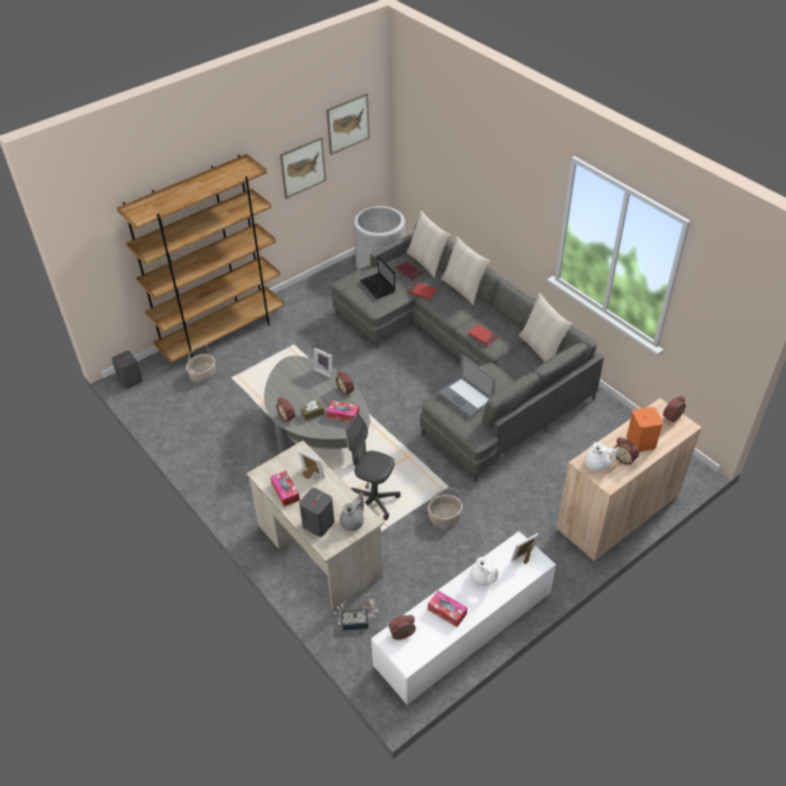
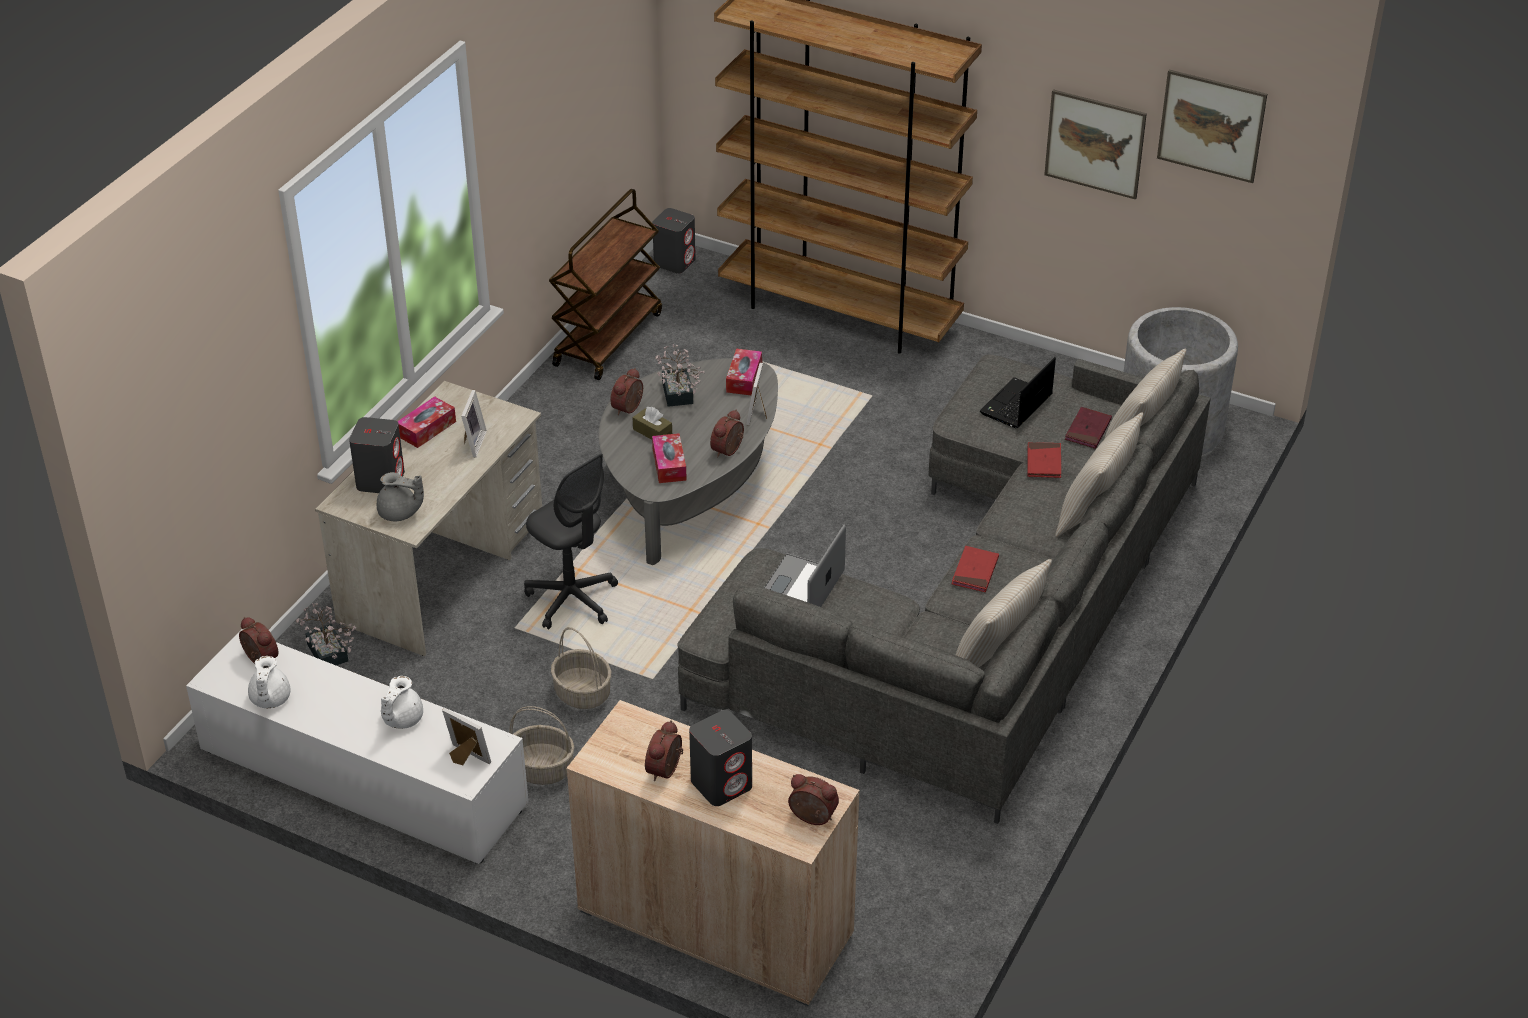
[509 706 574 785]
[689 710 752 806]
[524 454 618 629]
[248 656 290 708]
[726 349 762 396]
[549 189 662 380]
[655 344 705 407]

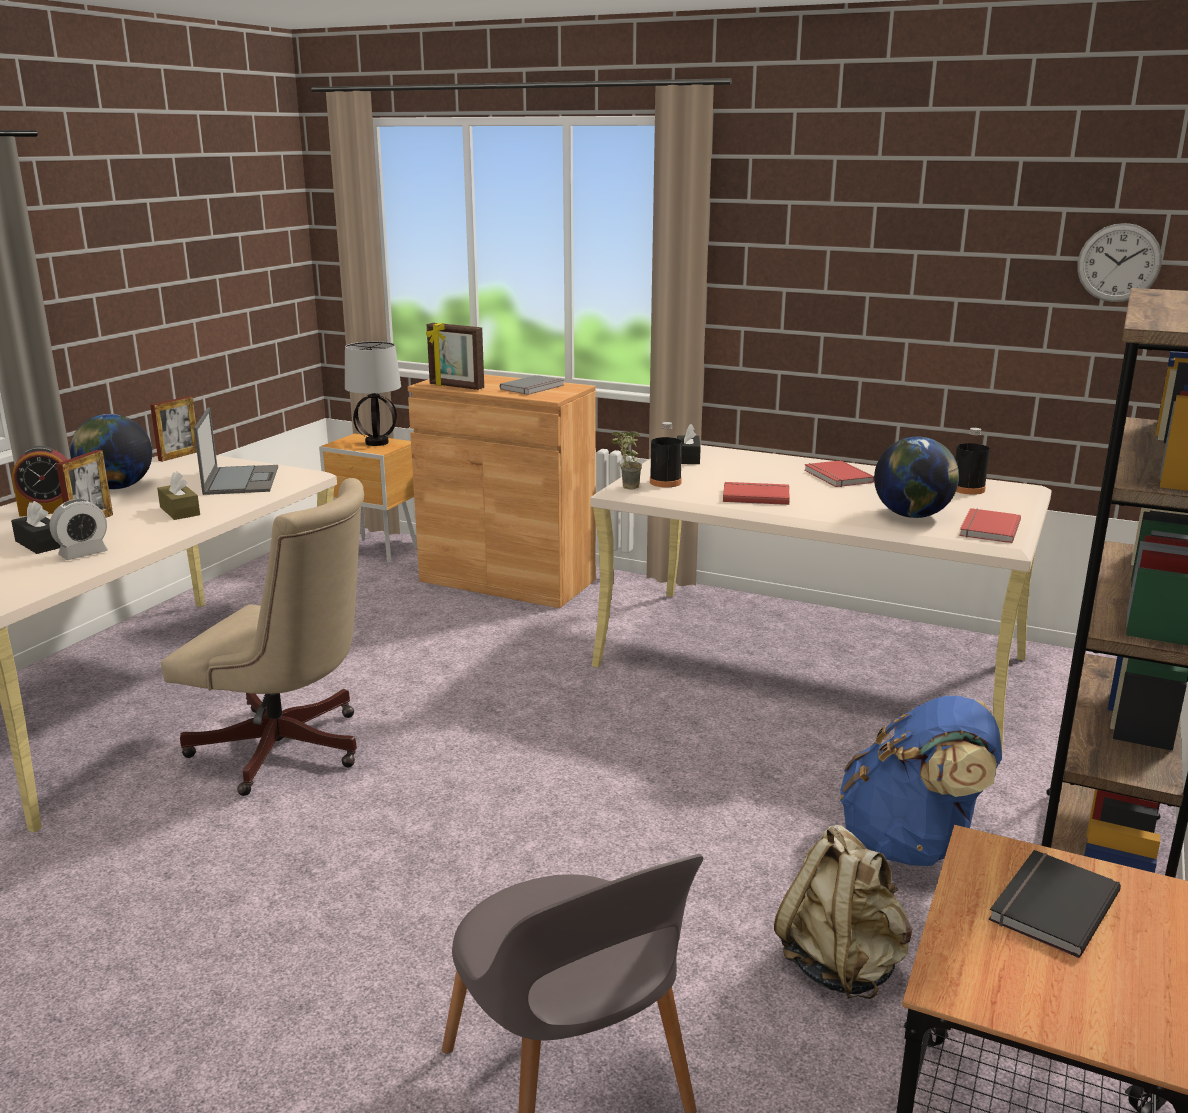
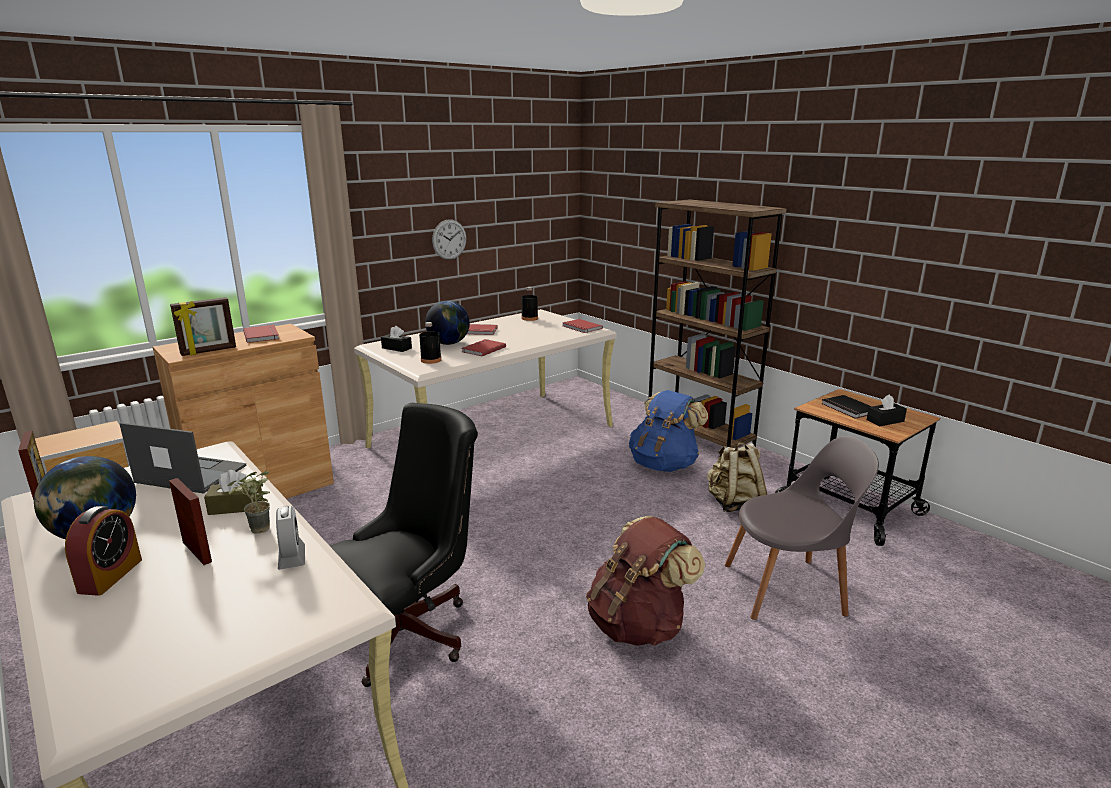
[432 219 466 260]
[345 341 401 446] (first image)
[243 325 279 343]
[228 471 270 534]
[425 301 470 345]
[330 403 478 687]
[867 394 907 426]
[586 516 705 646]

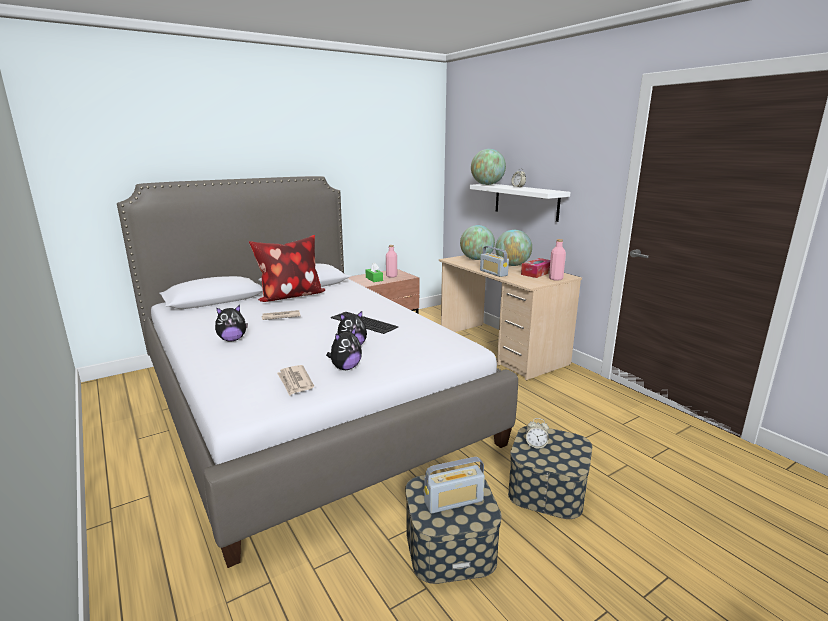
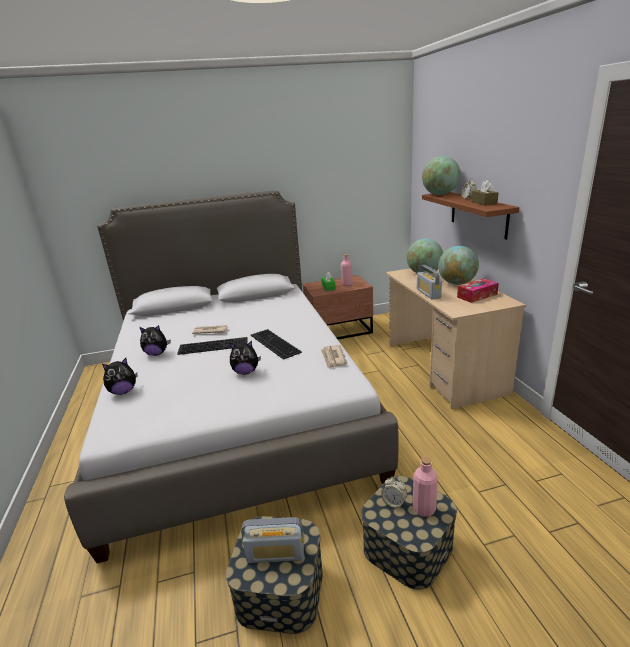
[422 192 519 240]
[249 235 325 302] (first image)
[413 457 438 517]
[102 358 137 395]
[321 345 347 369]
[471 180 498 206]
[177 337 248 355]

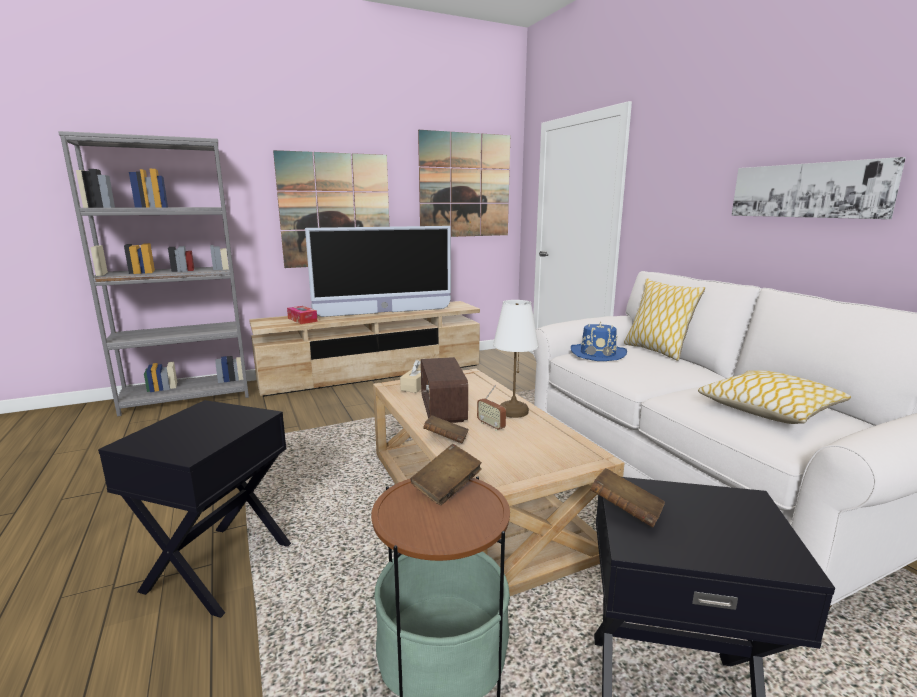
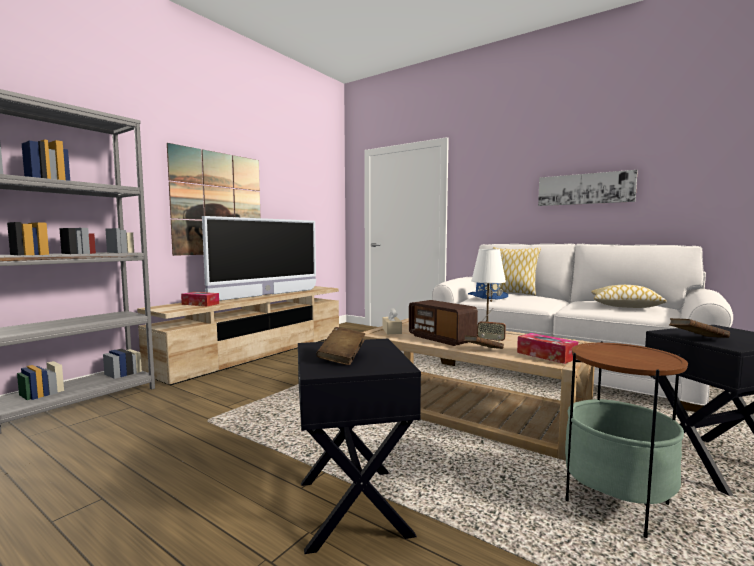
[418 130 510 237] (first image)
[316 327 366 365]
[517 333 578 364]

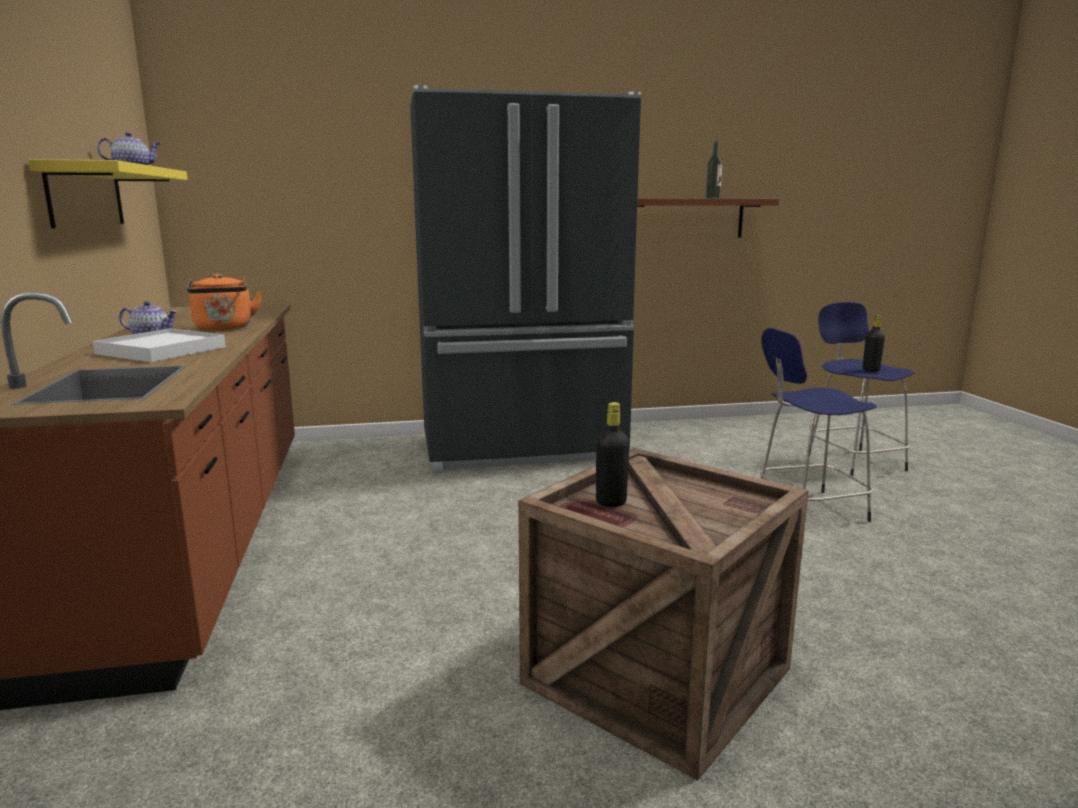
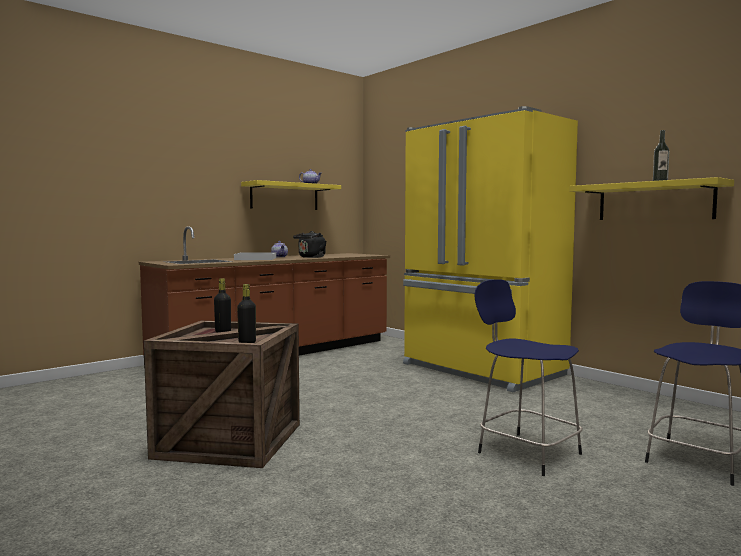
[403 106 578 392]
[569 177 734 220]
[293 231 326 258]
[237 284 256 343]

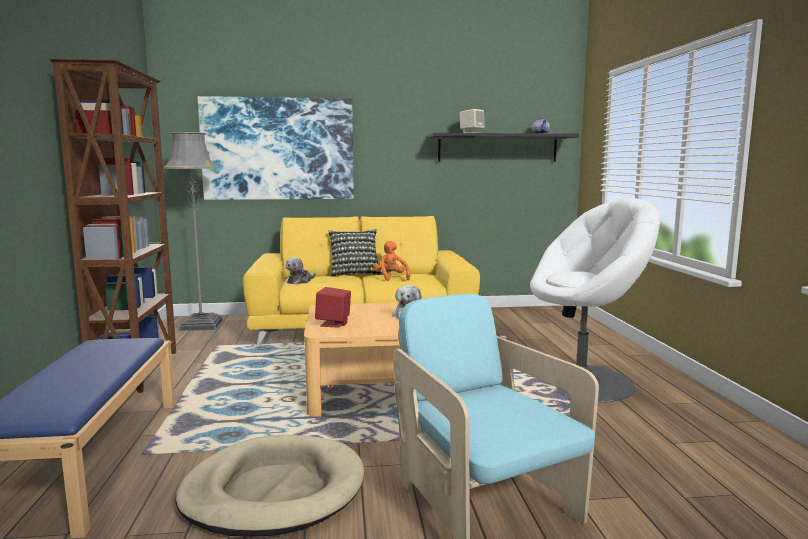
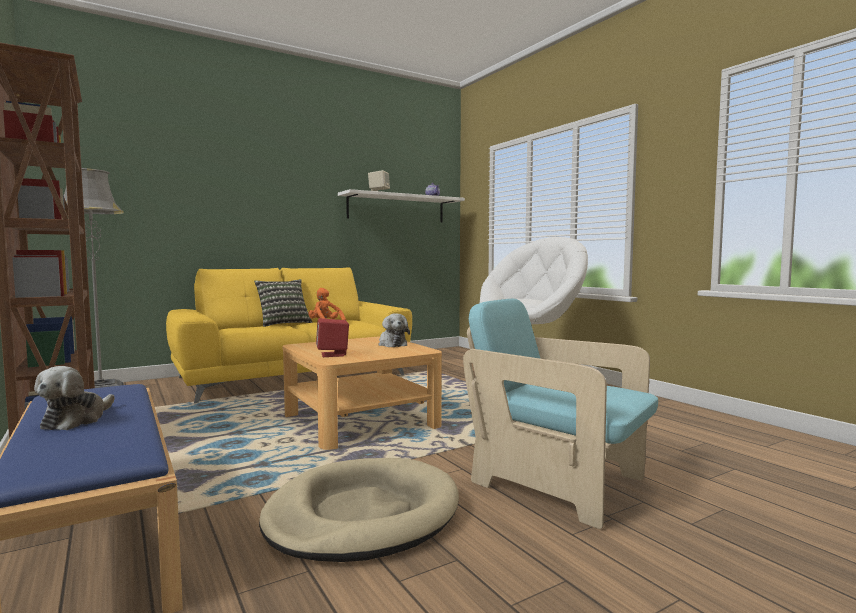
[198 96 354 200] (first image)
[338 189 465 222]
[34 366 115 430]

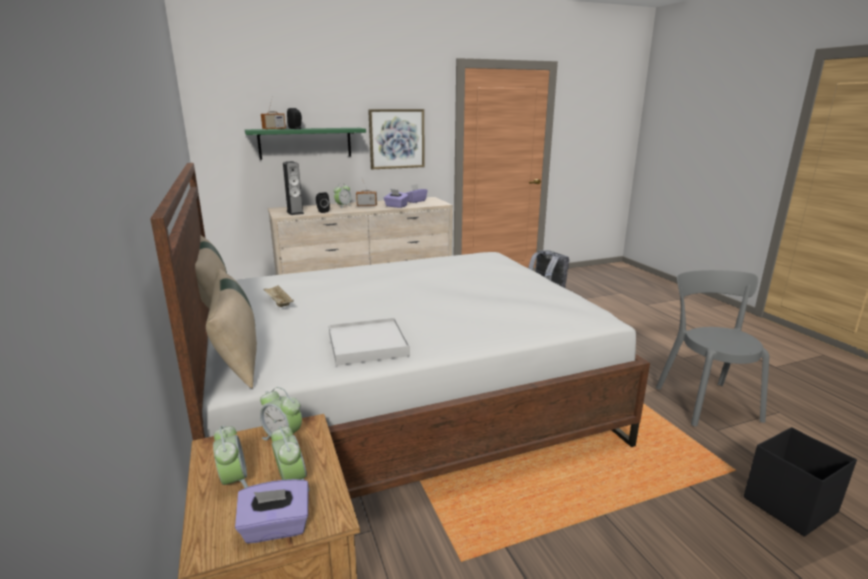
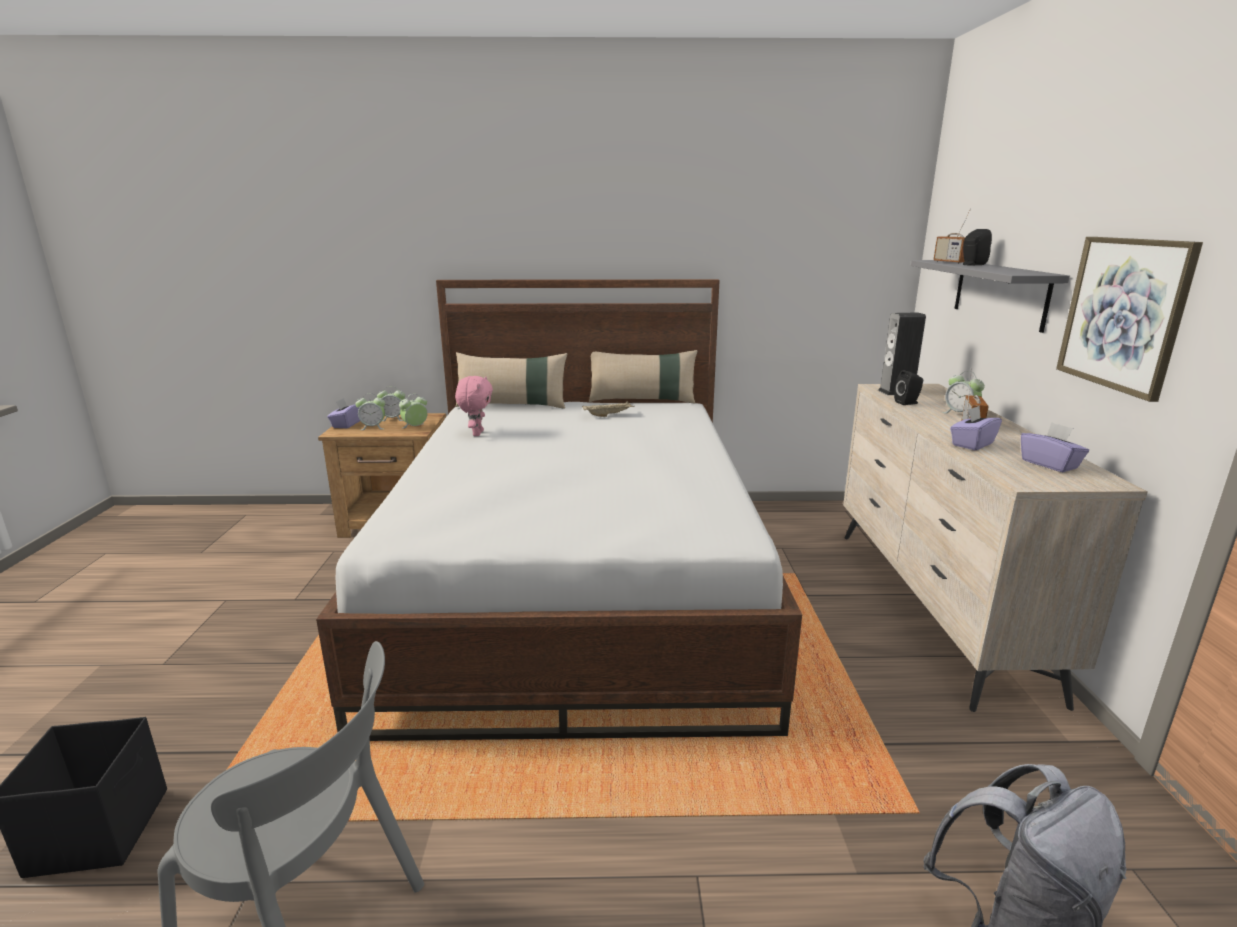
[911 260 1070 333]
[455 376 493 436]

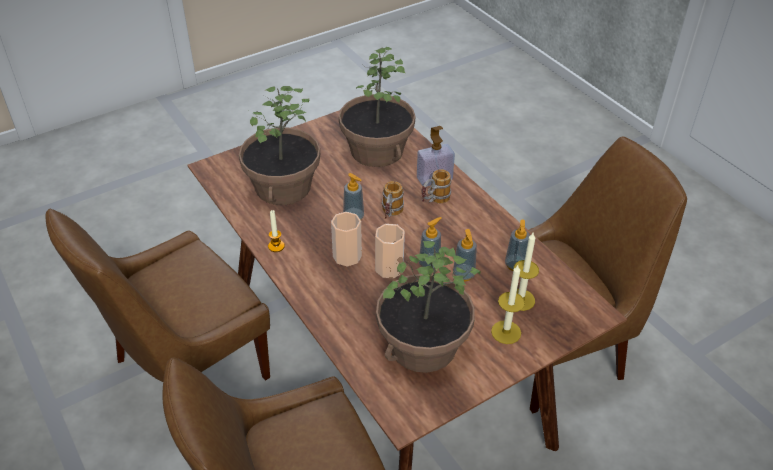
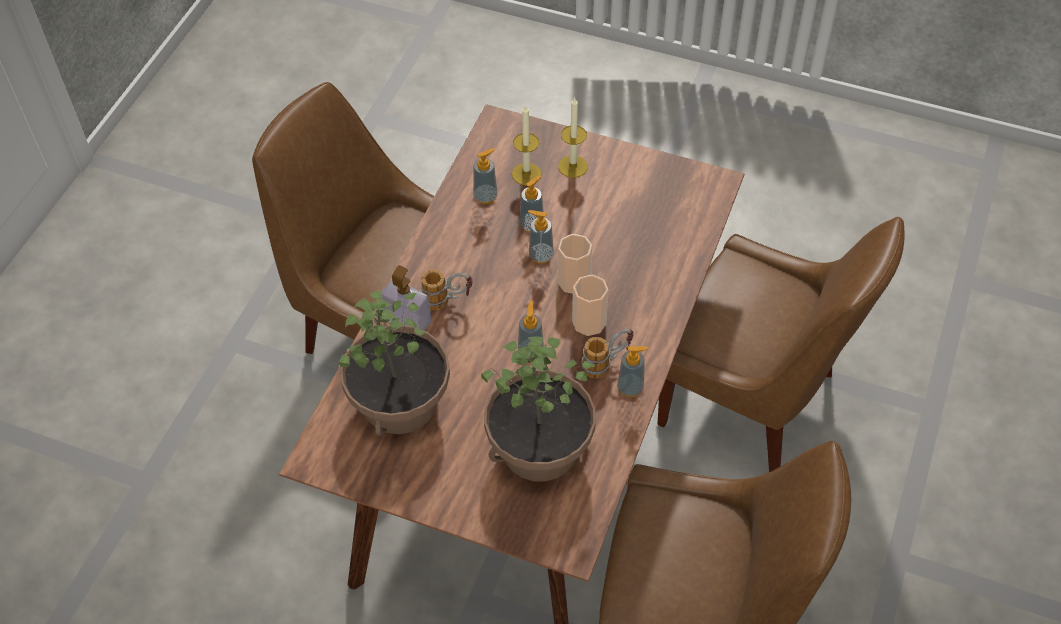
[582 329 633 378]
[617 346 649 397]
[376 241 481 373] (first image)

